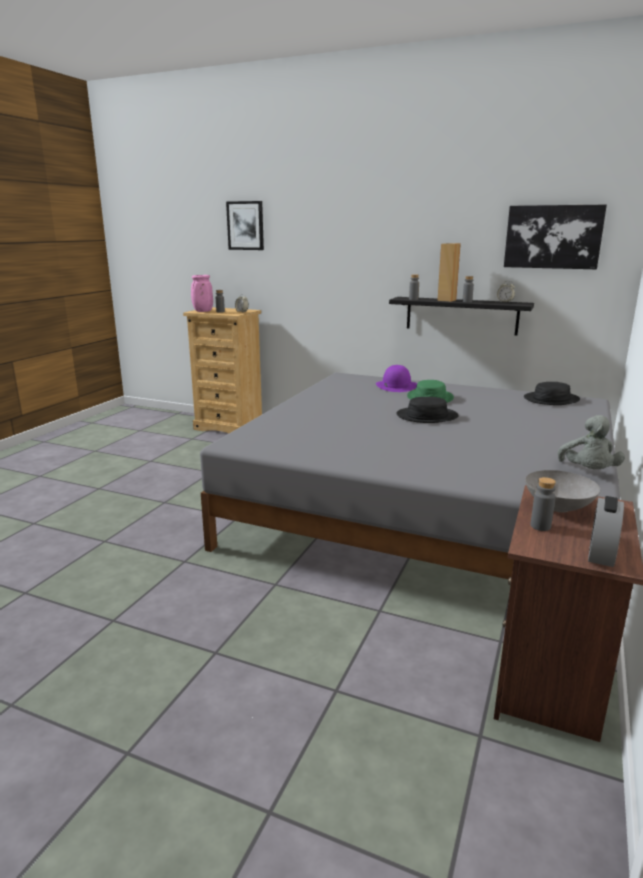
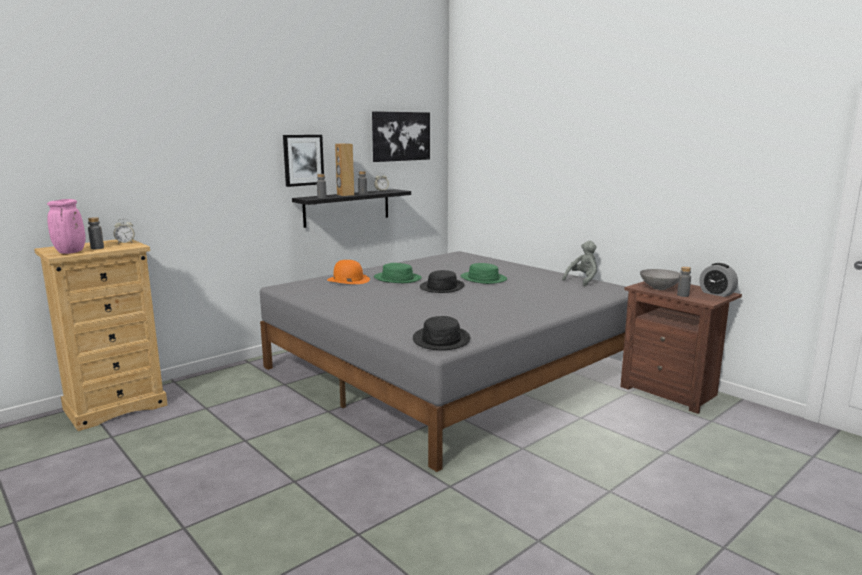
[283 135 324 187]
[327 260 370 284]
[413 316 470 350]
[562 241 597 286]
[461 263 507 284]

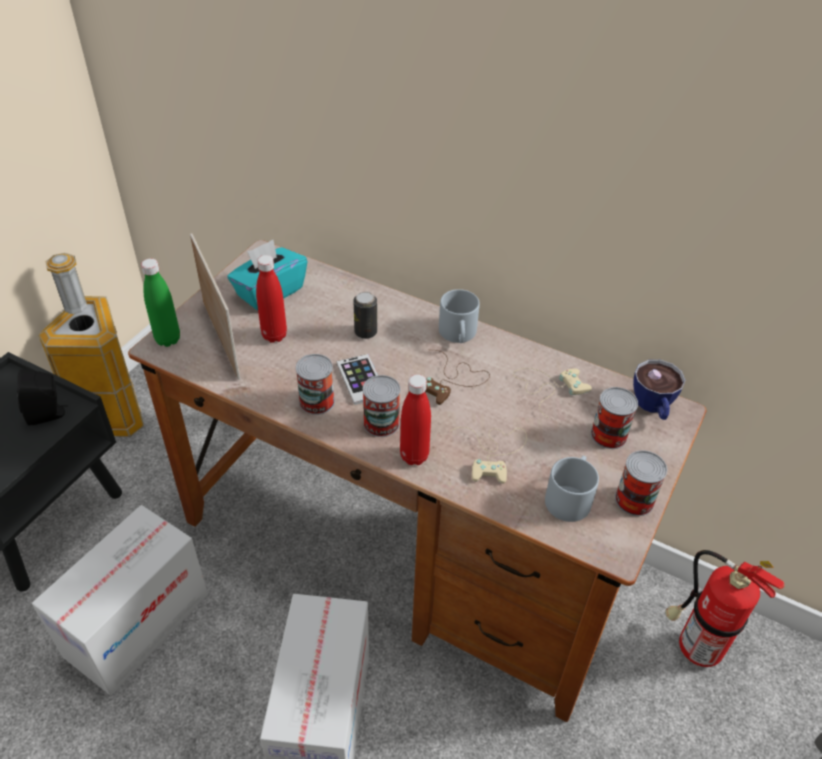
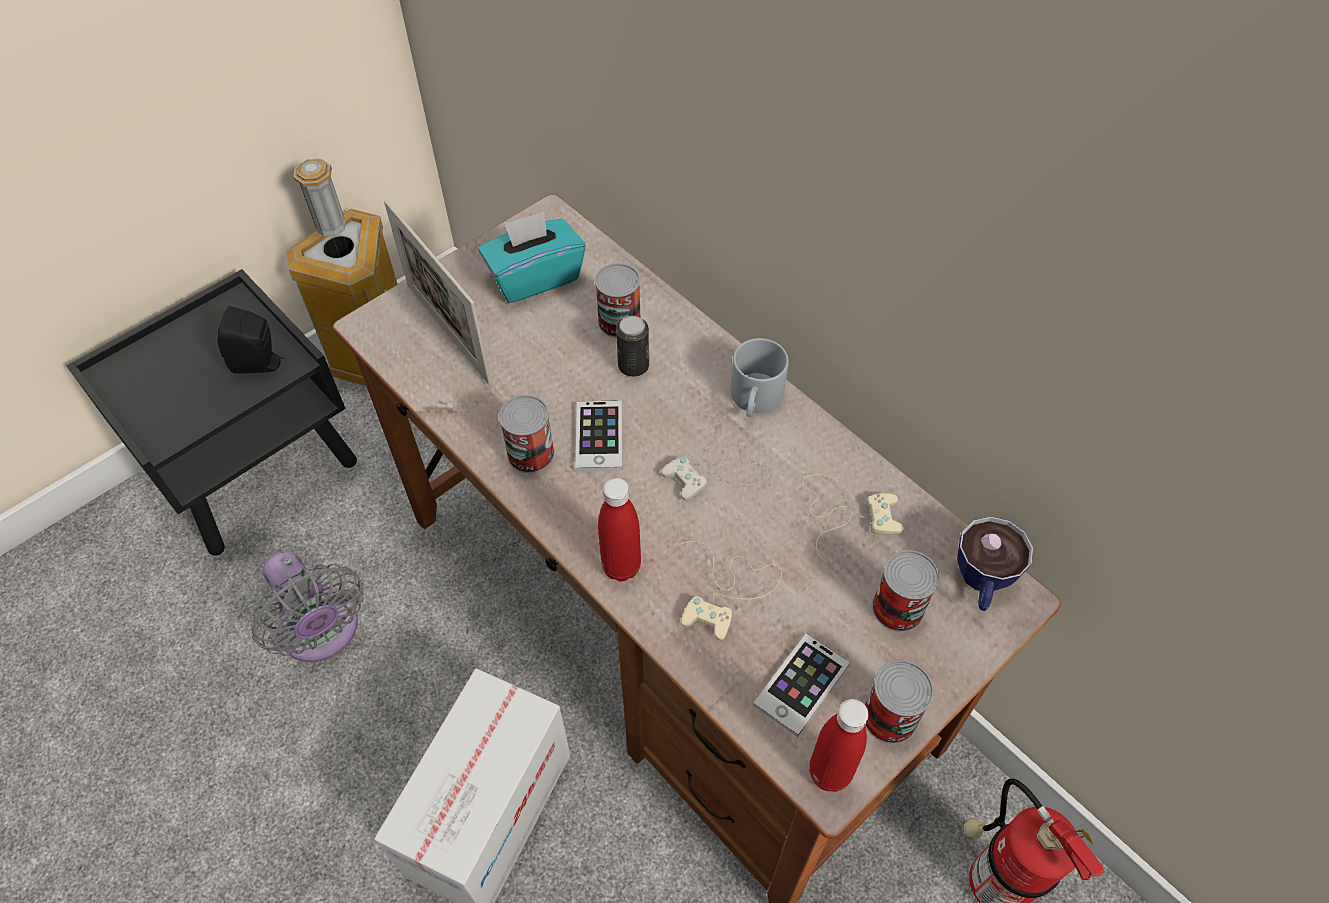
[384 200 491 385]
[809 699 869 792]
[141 258 180 347] (first image)
[661 414 771 500]
[595 263 641 338]
[753 633 850 737]
[251 551 364 662]

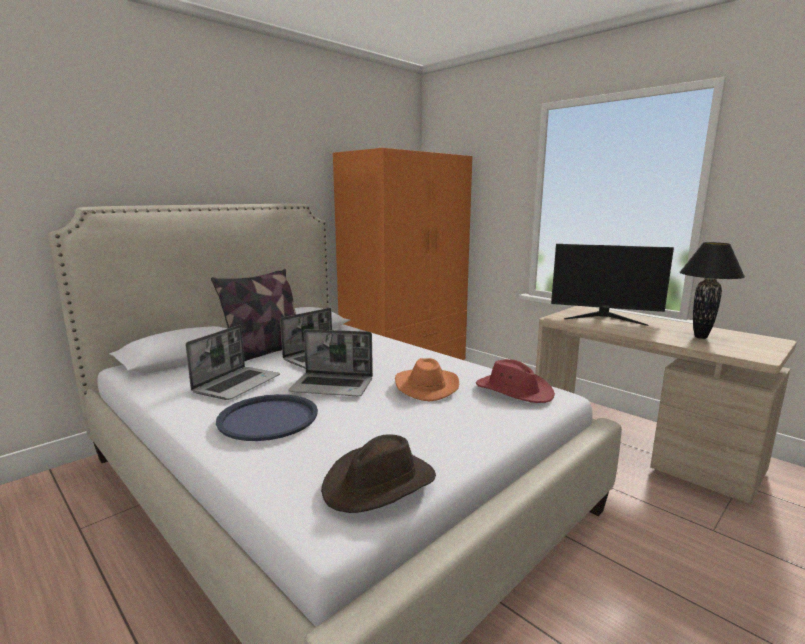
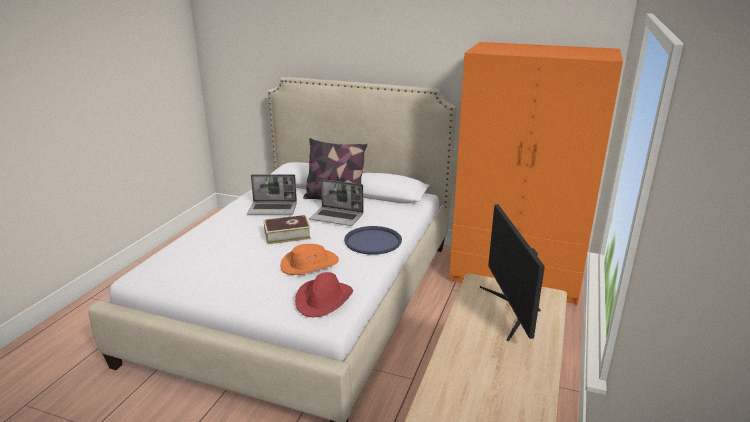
[680 242 745 339] (first image)
[264 215 311 245]
[344 226 402 255]
[321 434 436 513] (first image)

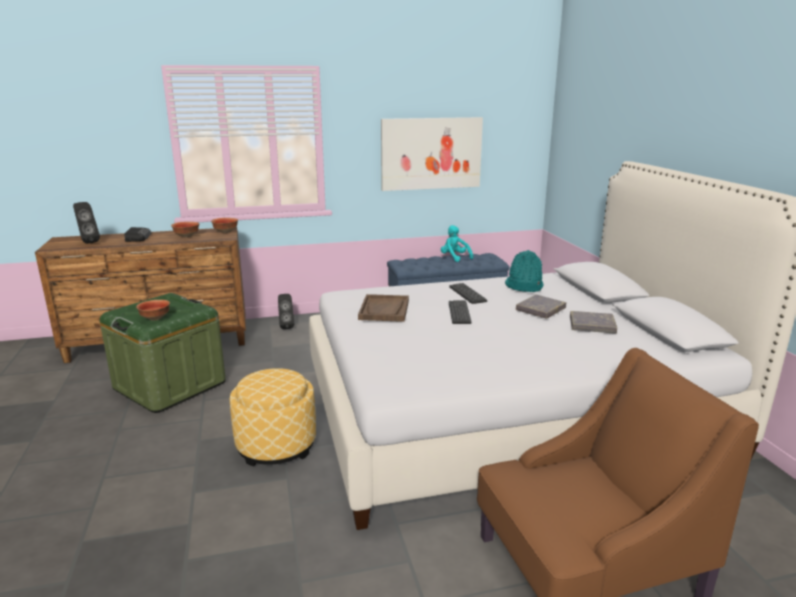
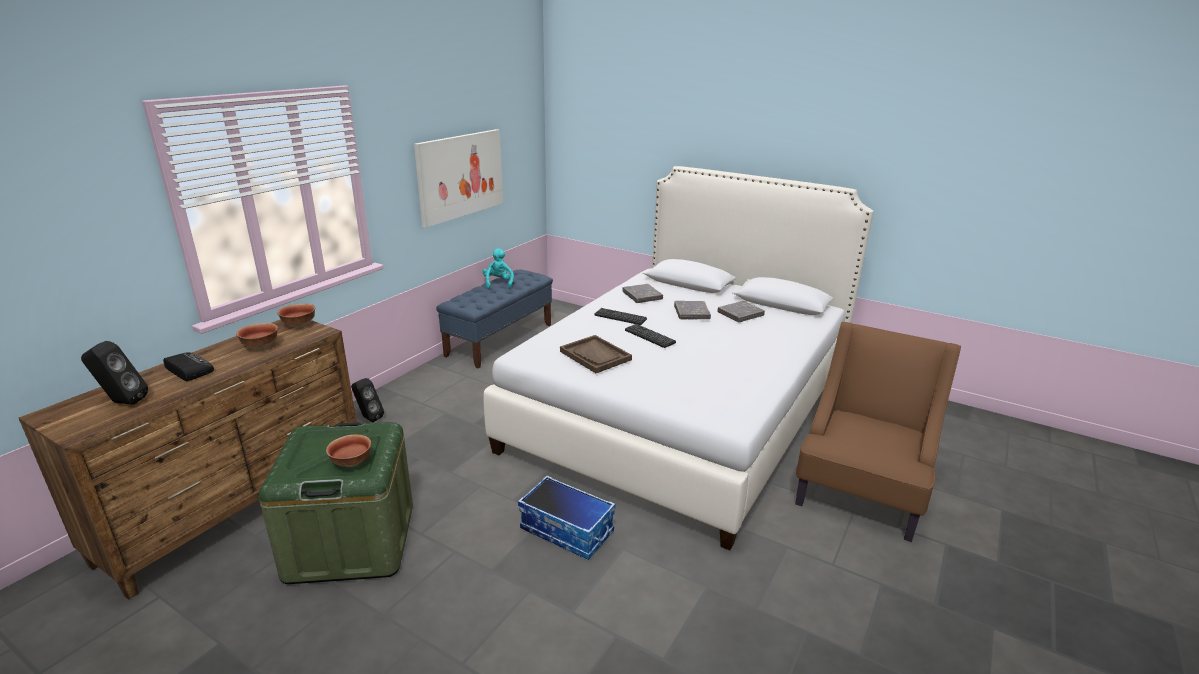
[483 248 514 289]
[622 284 663 303]
[518 476 616 560]

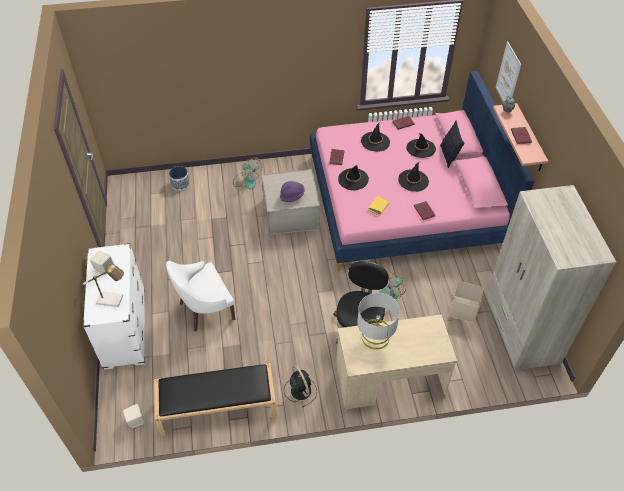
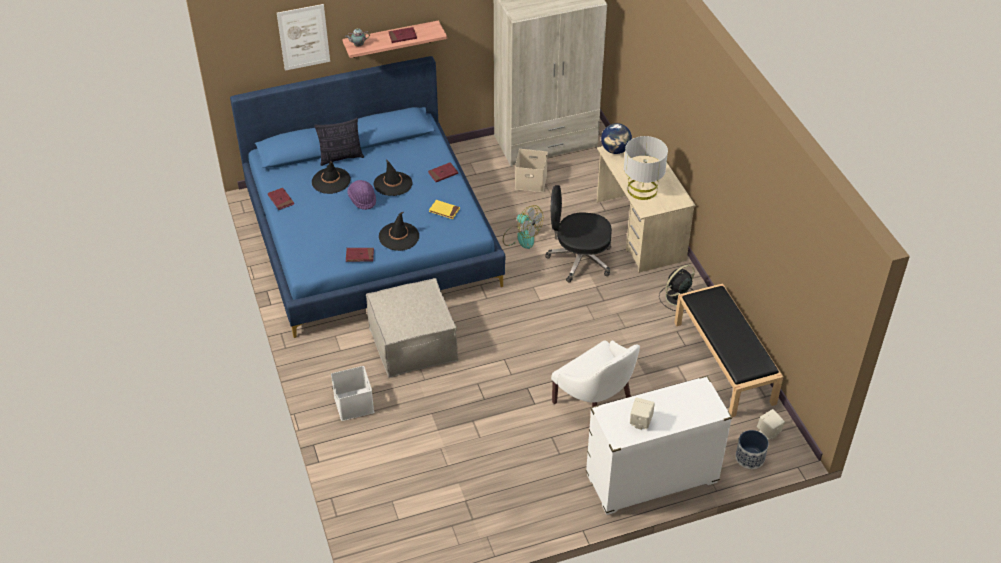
[230 56 505 338]
[361 123 390 152] (first image)
[331 366 374 421]
[735 430 769 469]
[347 180 376 210]
[83 264 124 307] (first image)
[601 123 632 154]

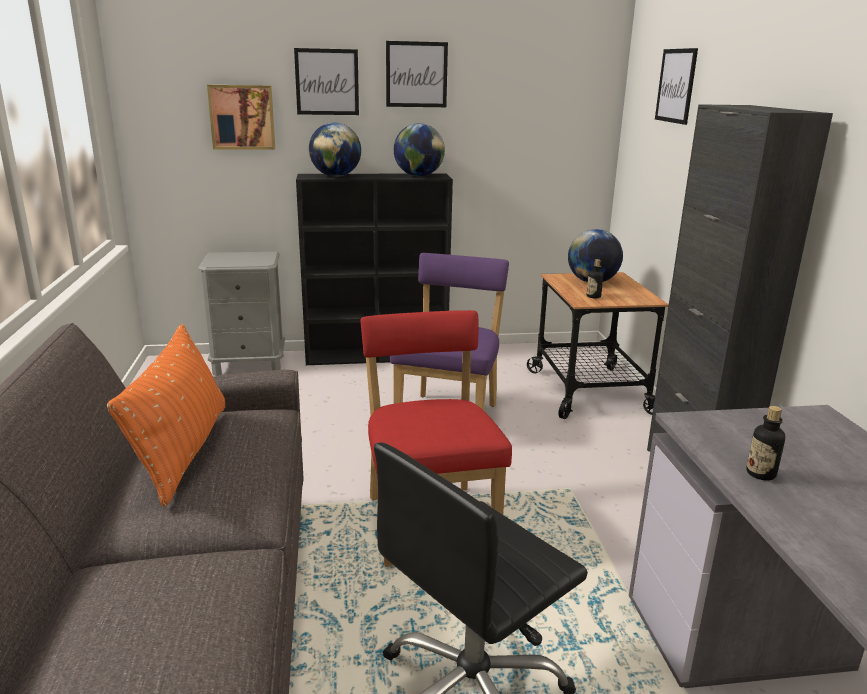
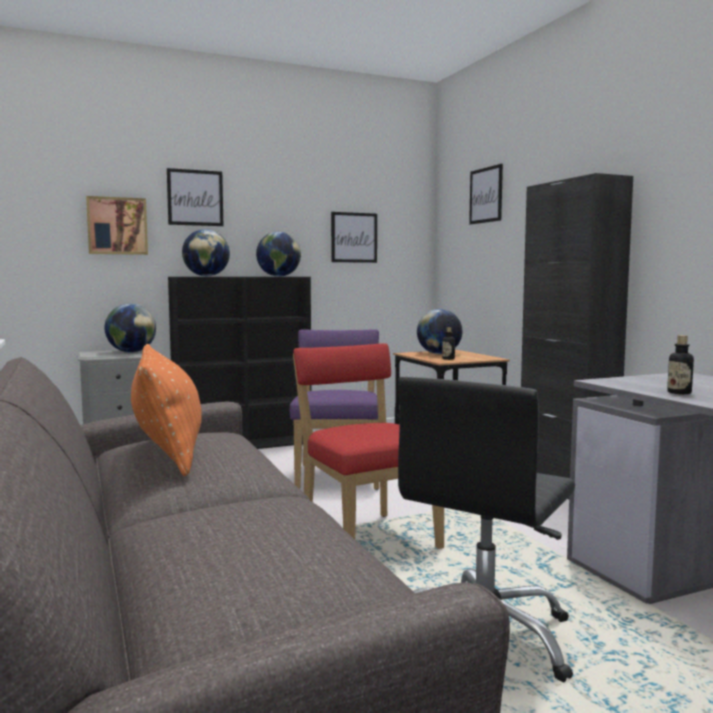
[331 212 377 263]
[104 304 156 353]

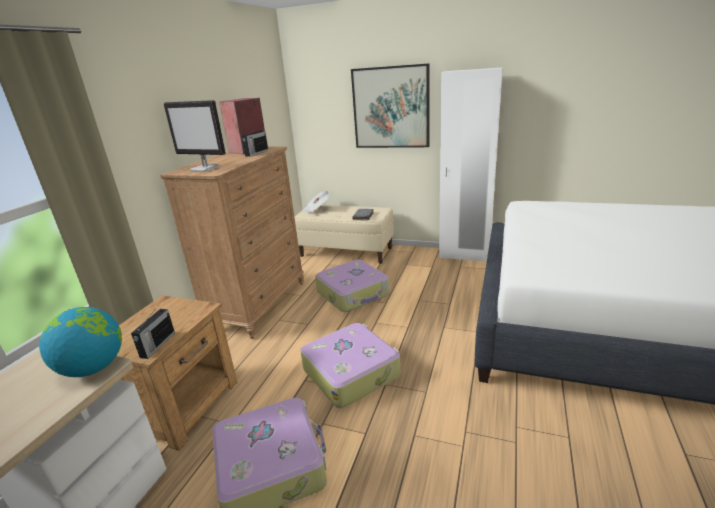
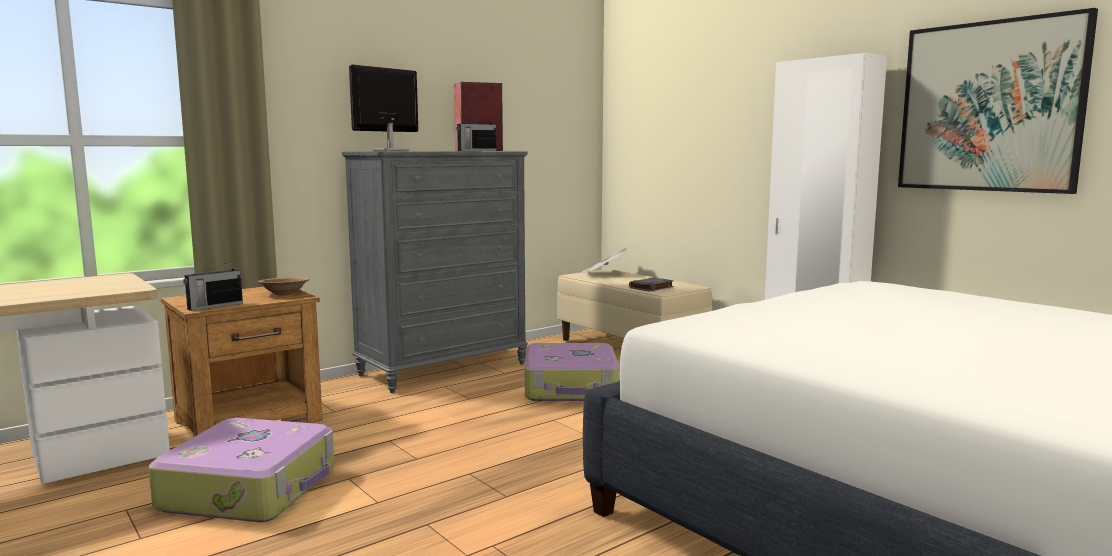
[898 8 1098 194]
[349 64 418 151]
[342 151 528 393]
[39 307 122 377] (first image)
[300 323 401 408] (first image)
[258 277 310 296]

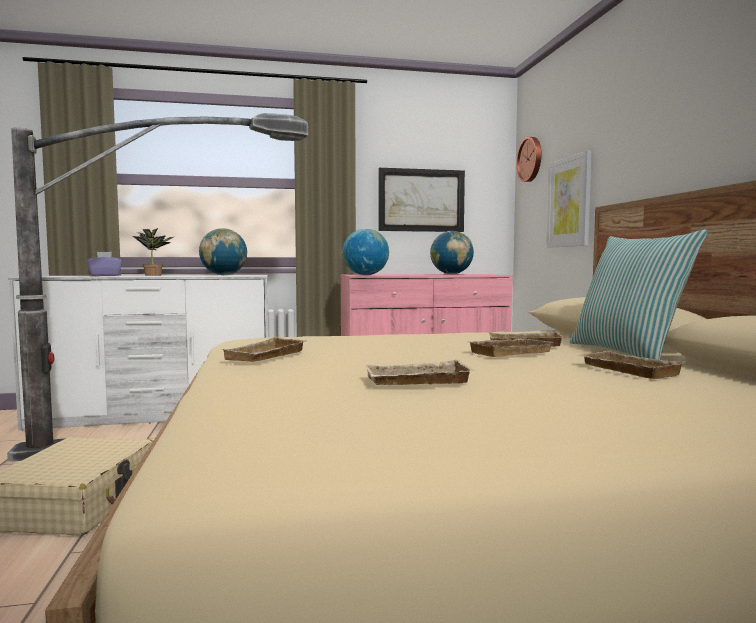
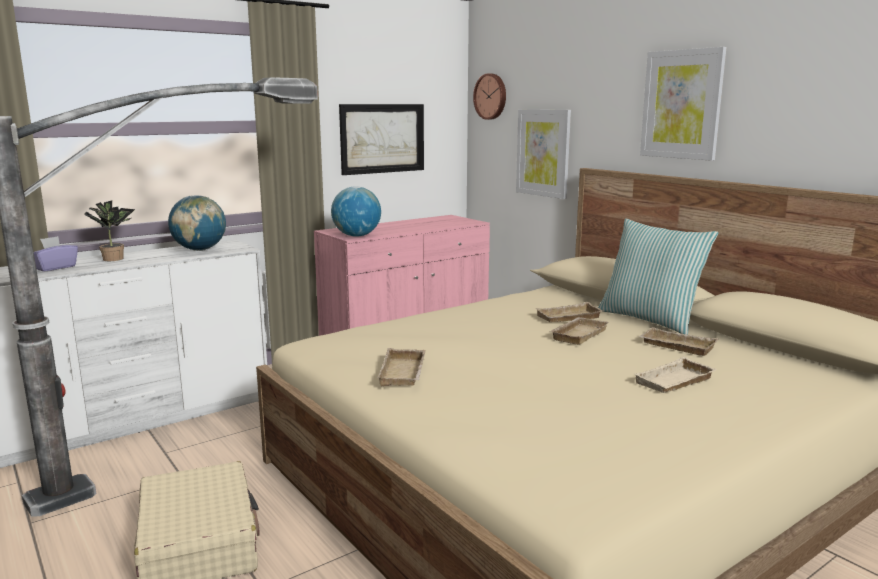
[430 231 474 274] (first image)
[634 356 717 393]
[640 47 727 161]

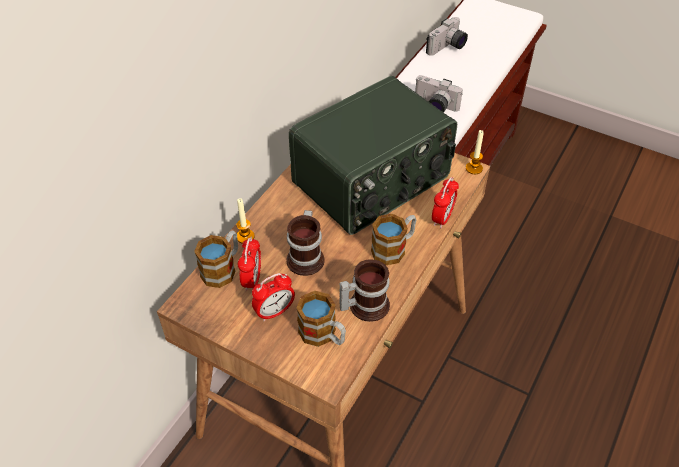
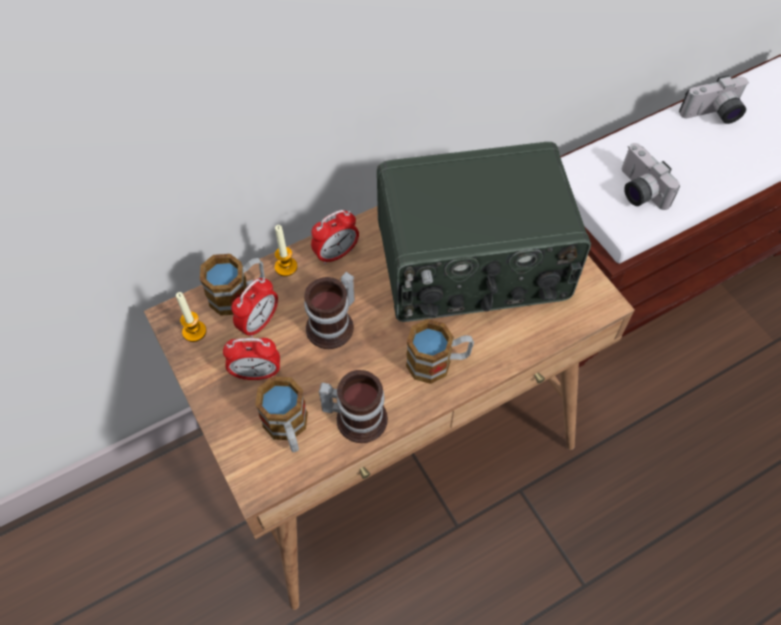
[176 292 206 342]
[311 210 359 265]

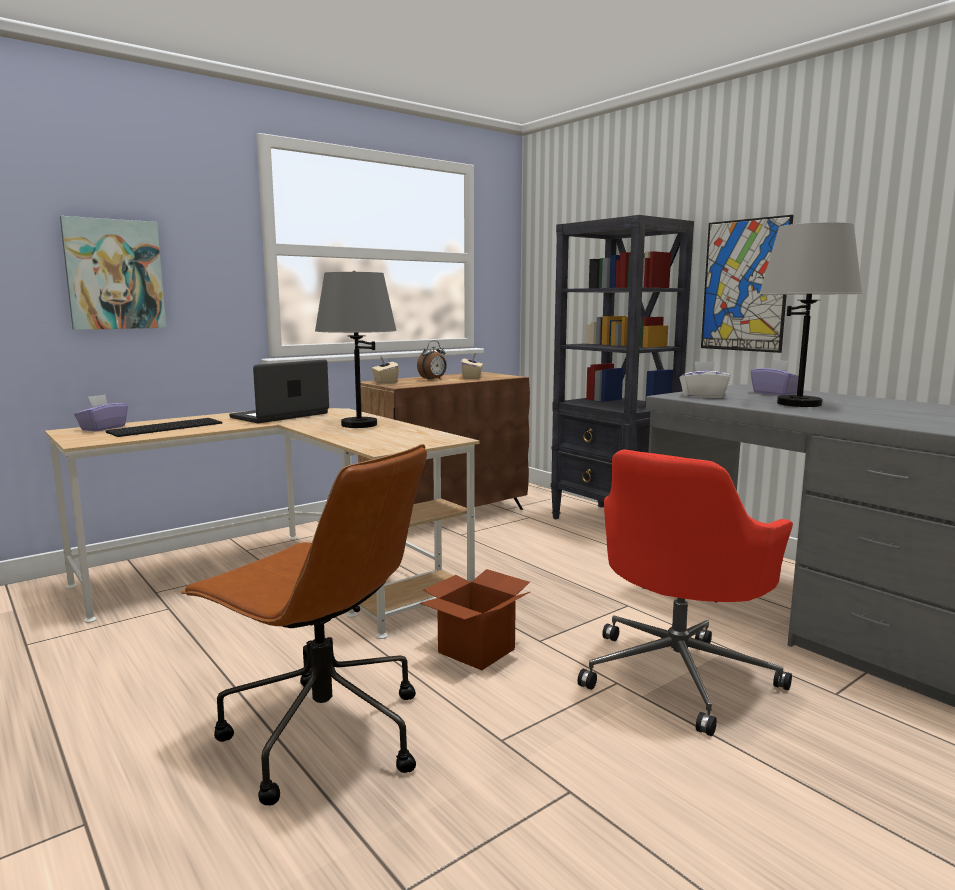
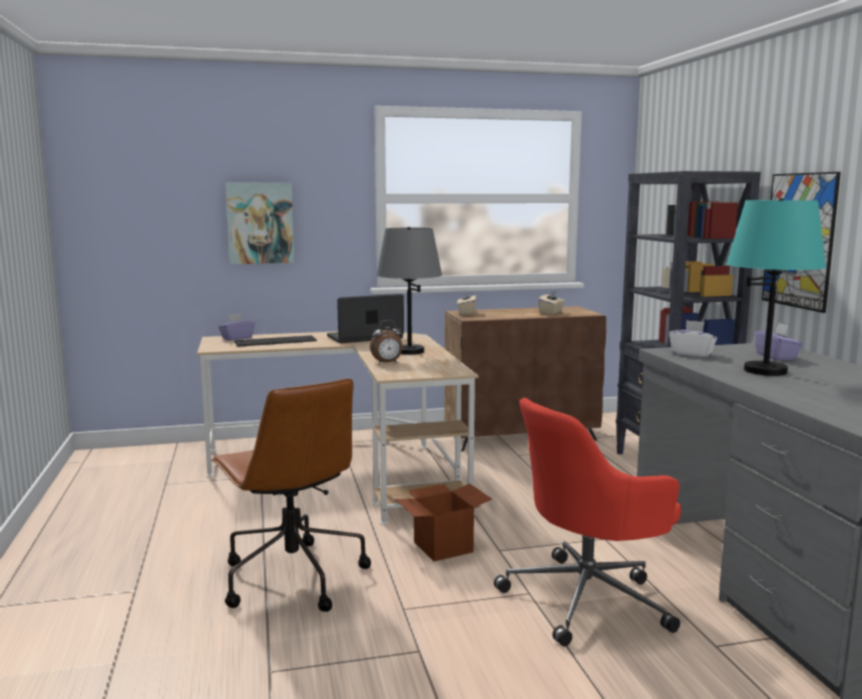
[726 198 826 376]
[370 320 403 364]

